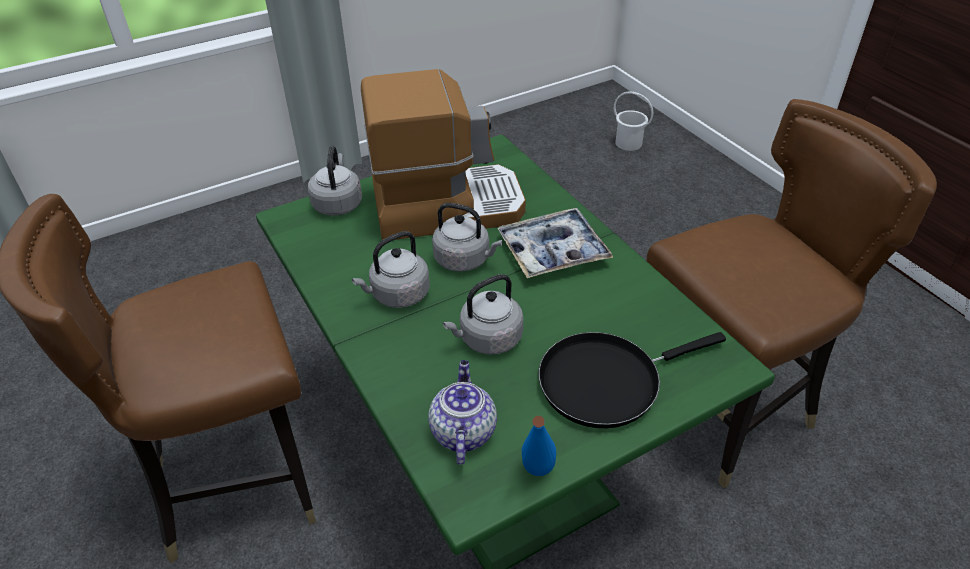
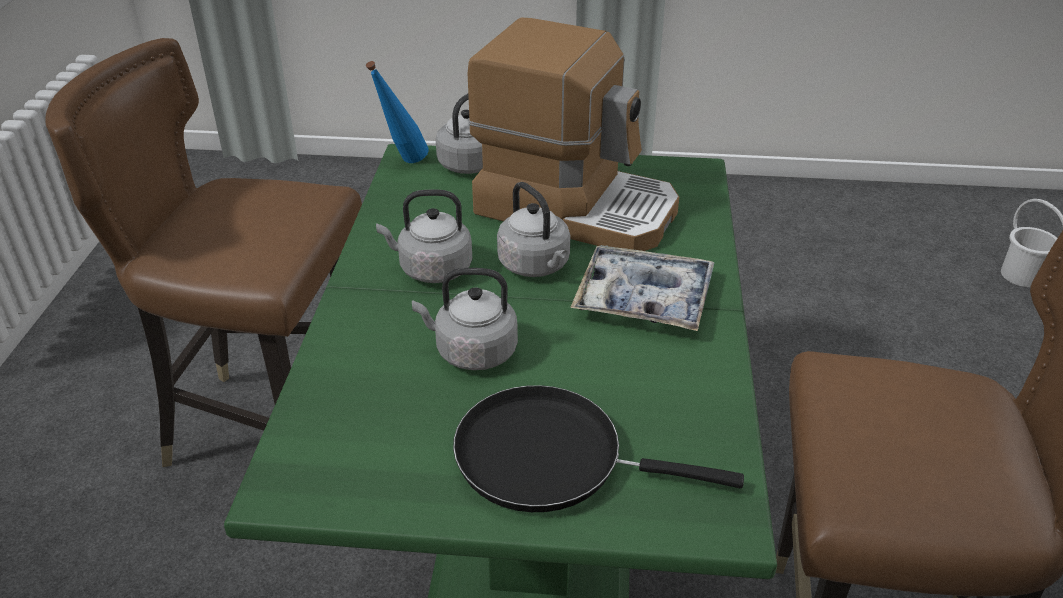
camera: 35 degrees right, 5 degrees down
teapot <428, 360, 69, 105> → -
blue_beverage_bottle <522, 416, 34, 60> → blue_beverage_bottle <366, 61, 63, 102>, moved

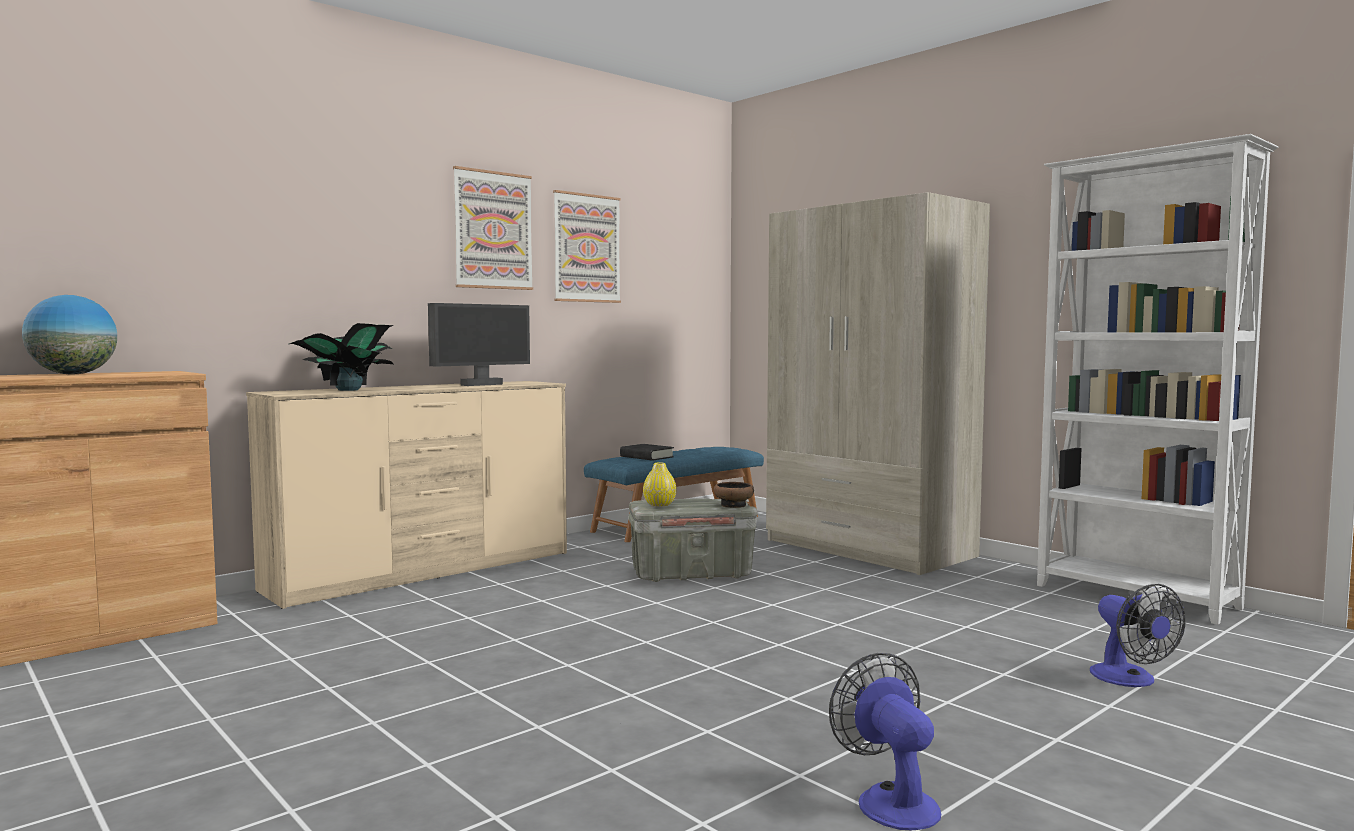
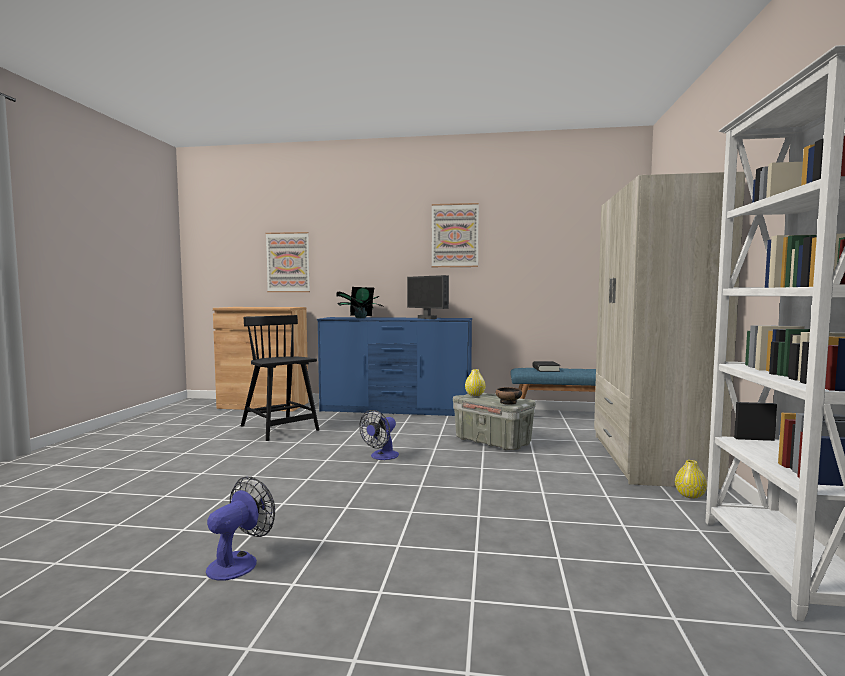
camera: 50 degrees right, 0 degrees up
wall_picture <553, 190, 68, 113> → wall_picture <266, 232, 44, 60>, moved
world_globe <22, 295, 95, 80> → -
computer_display <428, 303, 102, 83> → computer_display <407, 275, 42, 44>, 45 degrees clockwise
beige_dresser <246, 381, 321, 228> → blue_dresser <317, 317, 155, 99>
electric_fan <1090, 584, 96, 103> → electric_fan <359, 410, 40, 50>, moved
- → black-coloured_chair <241, 315, 78, 126>
- → yellowish_decorative_vase <675, 460, 32, 39>

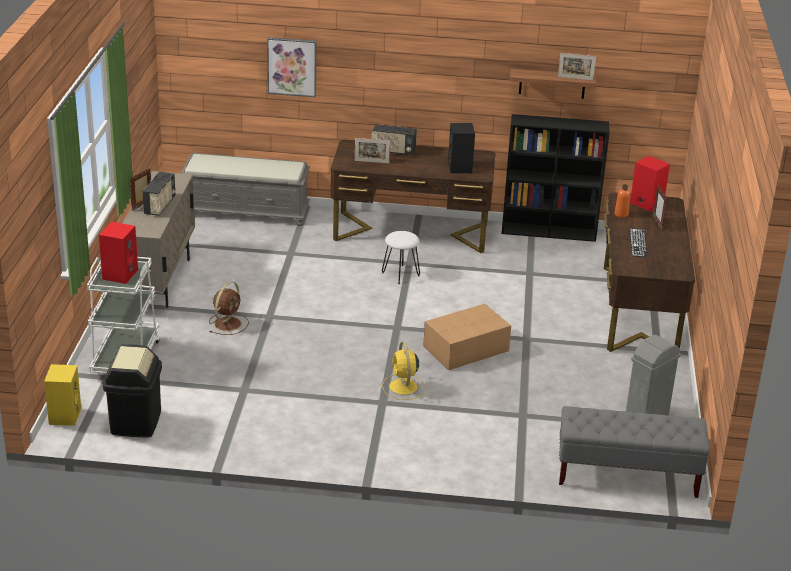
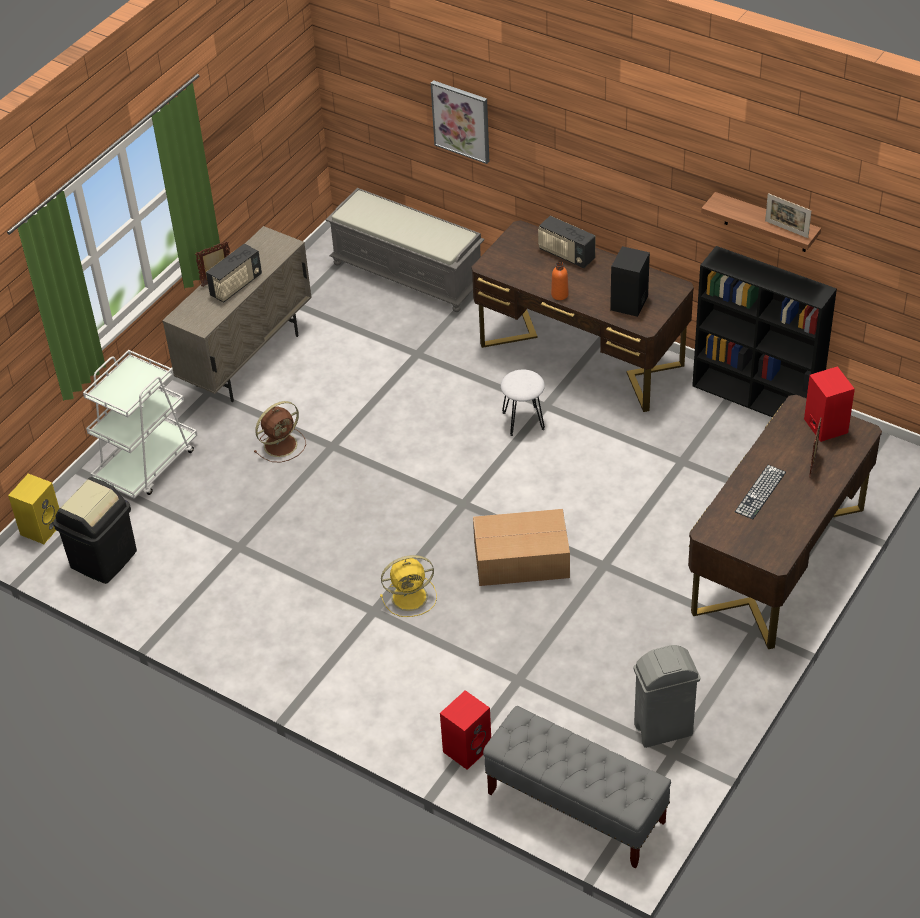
camera: 30 degrees right, 15 degrees up
photo_frame <355, 138, 35, 25> → -
orangey_beverage_bottle <615, 184, 15, 34> → orangey_beverage_bottle <551, 262, 18, 38>, moved
reddish_speaker <99, 222, 39, 62> → reddish_speaker <440, 690, 51, 80>, moved
yellowish_electric_fan <382, 342, 44, 58> → yellowish_electric_fan <380, 555, 57, 62>, 120 degrees counterclockwise

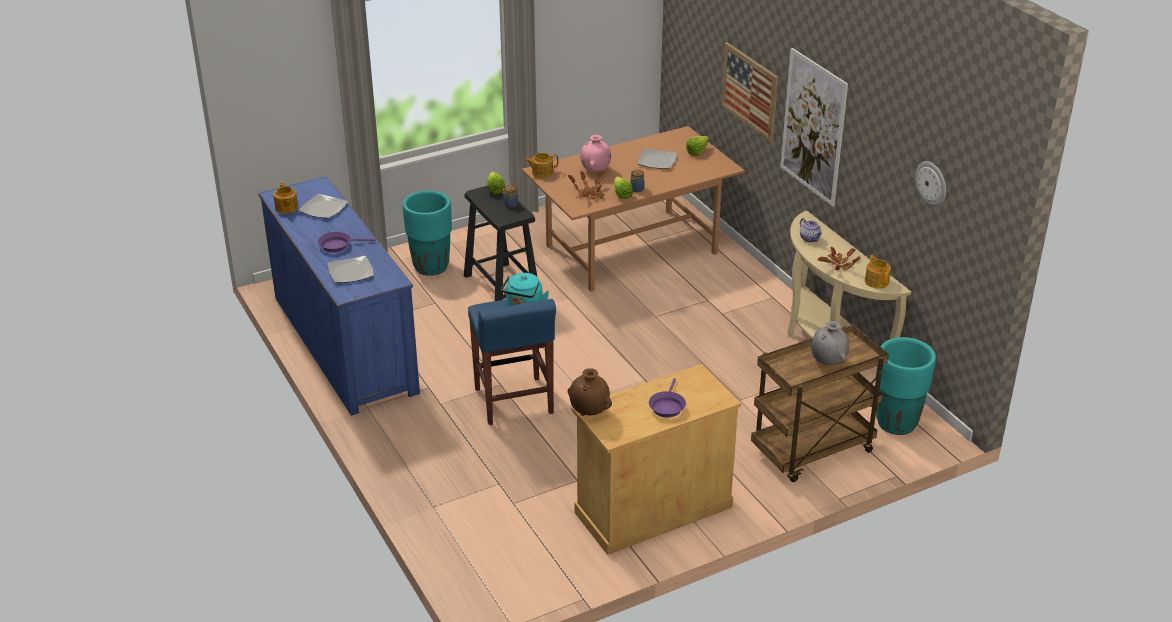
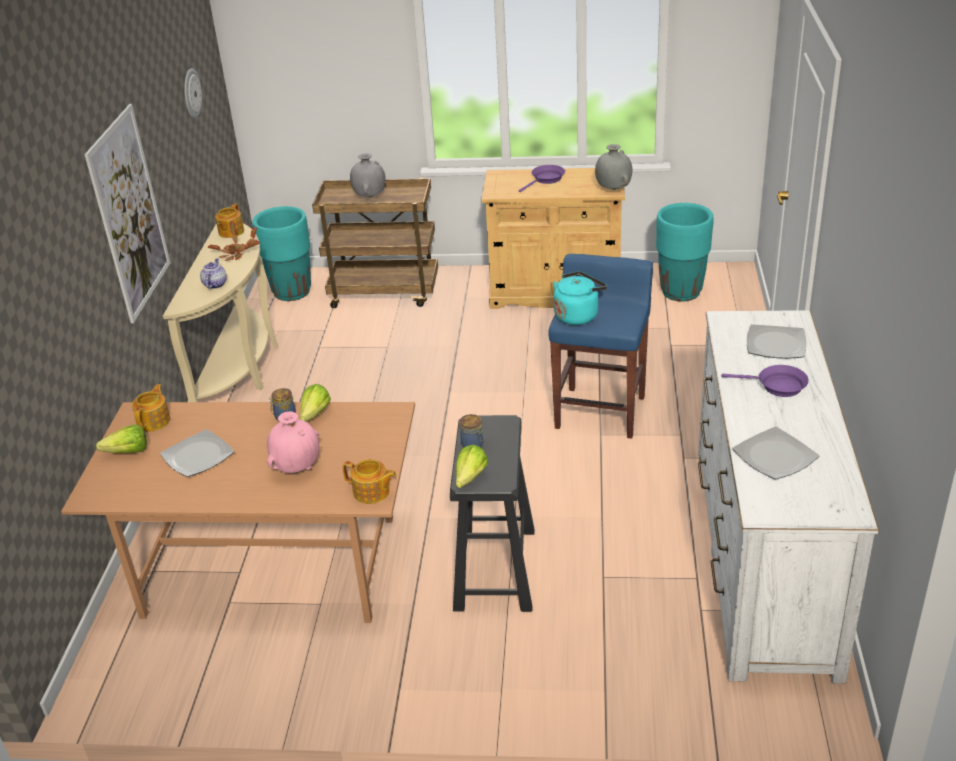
camera: 145 degrees left, 0 degrees up
wall_picture <721, 42, 57, 101> → -
houseplant <568, 171, 36, 29> → -
blue_dresser <258, 176, 162, 240> → white_dresser <698, 310, 181, 374>
teapot <273, 183, 25, 31> → teapot <132, 384, 38, 48>, moved
turquoise-coloured_plant_pot <403, 190, 49, 86> → turquoise-coloured_plant_pot <656, 203, 58, 99>, moved
brownish_decorative_vase <568, 368, 44, 48> → greyish_decorative_vase <595, 144, 37, 46>

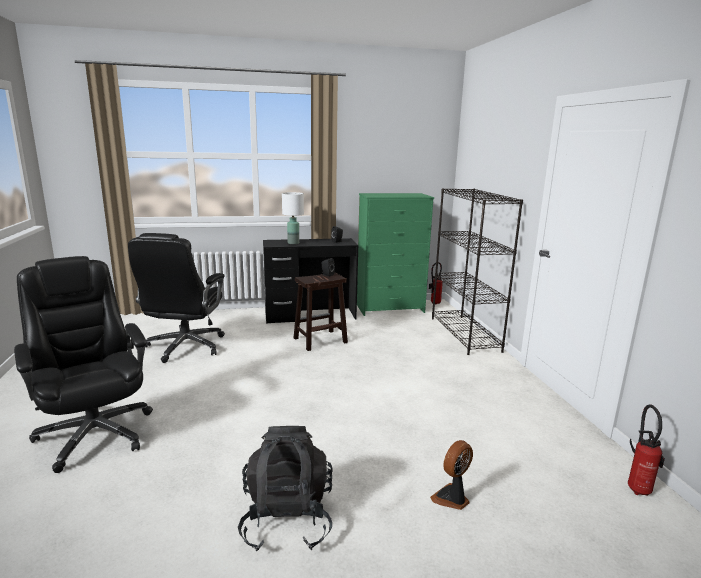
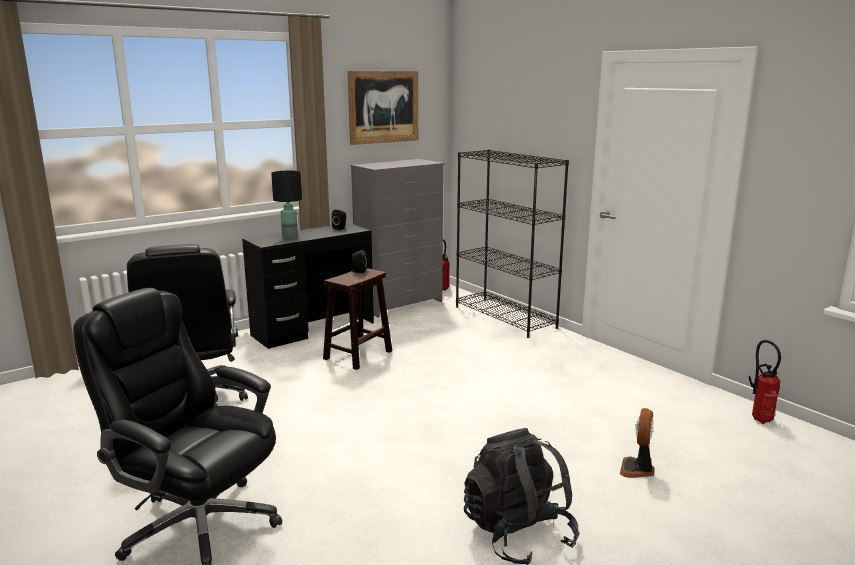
camera: 25 degrees left, 0 degrees up
white_lamp_for_a_table <282, 192, 22, 52> → black-coloured_lamp_for_a_table <271, 171, 31, 68>
green-coloured_dresser <357, 193, 77, 123> → greyish_dresser <351, 159, 93, 159>
- → wall_picture <348, 71, 70, 74>

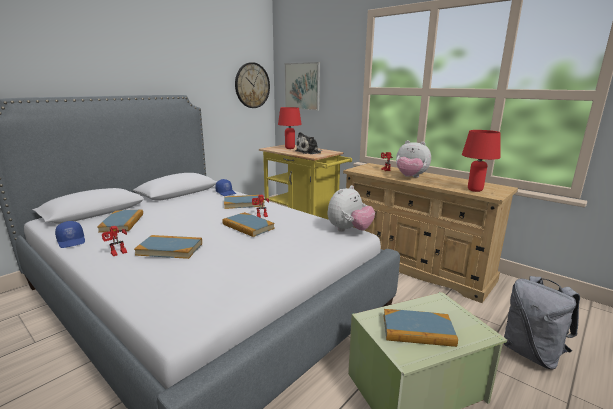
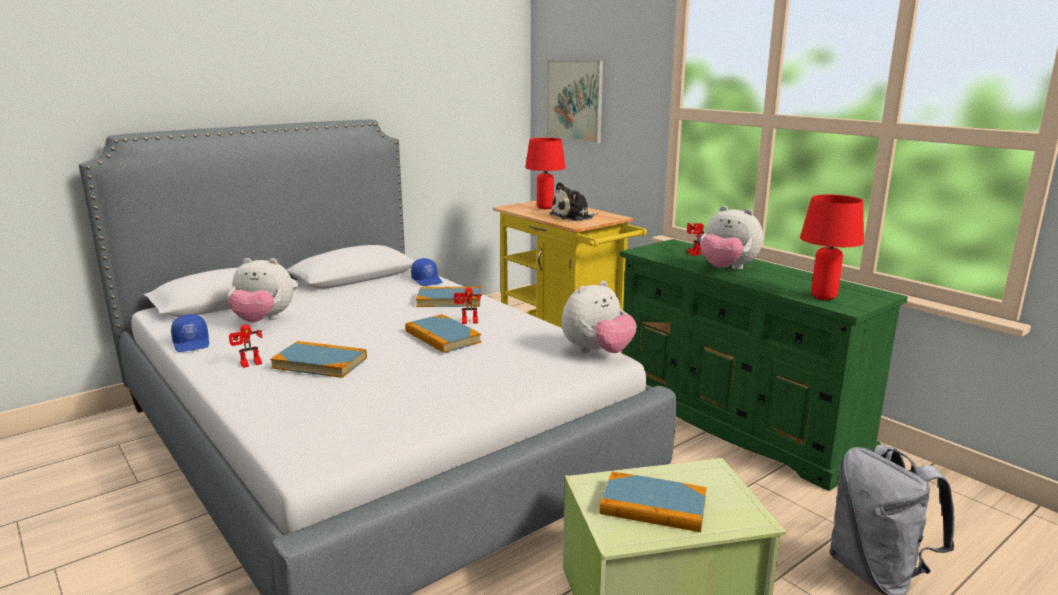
camera: 10 degrees right, 0 degrees up
hanging_clock <235, 62, 35, 46> → -
beige_dresser <343, 163, 175, 140> → green-coloured_dresser <620, 239, 288, 252>
volume <97, 209, 46, 24> → soft_toy <228, 258, 65, 64>

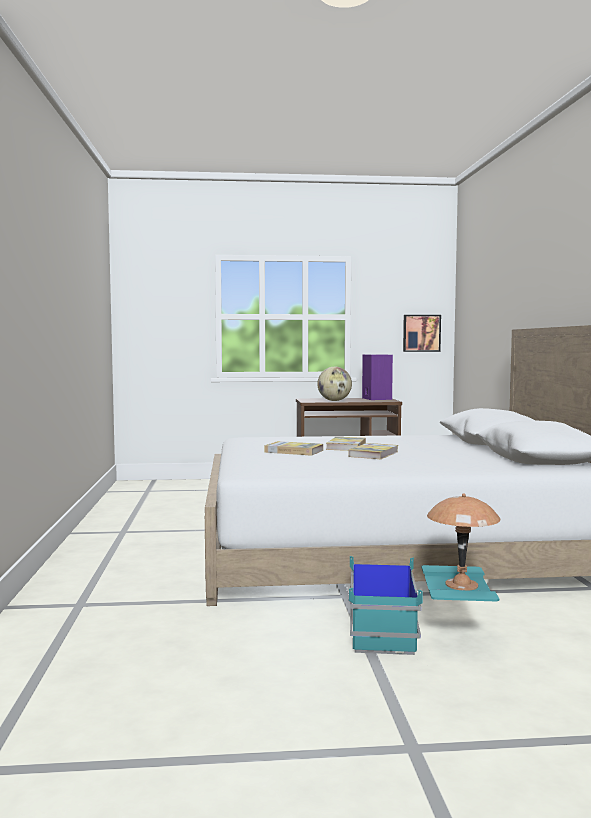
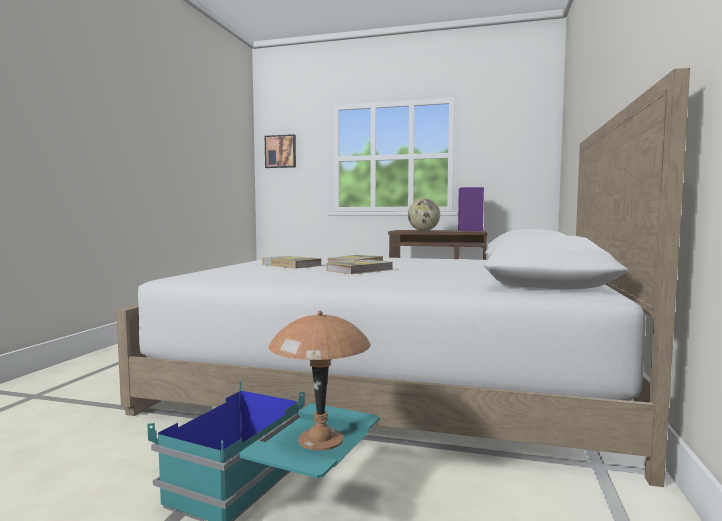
camera: 20 degrees right, 0 degrees up
wall_picture <403, 315, 38, 37> → wall_picture <265, 134, 31, 34>, moved

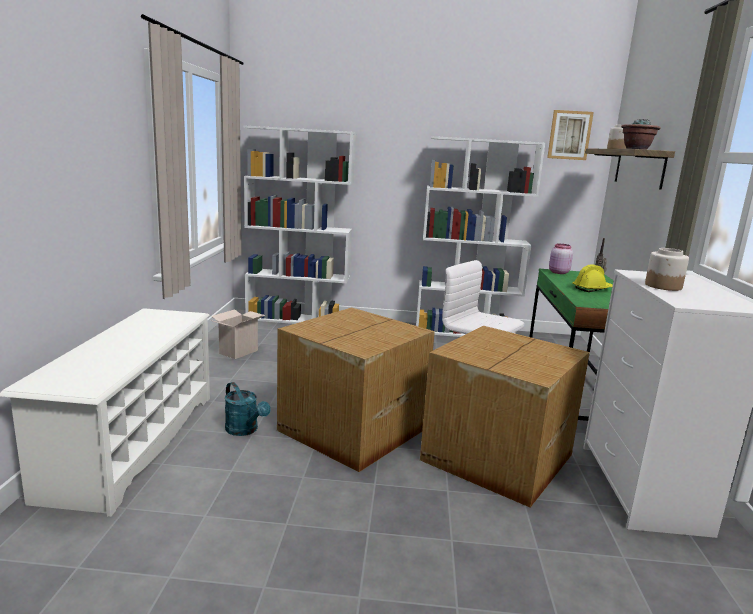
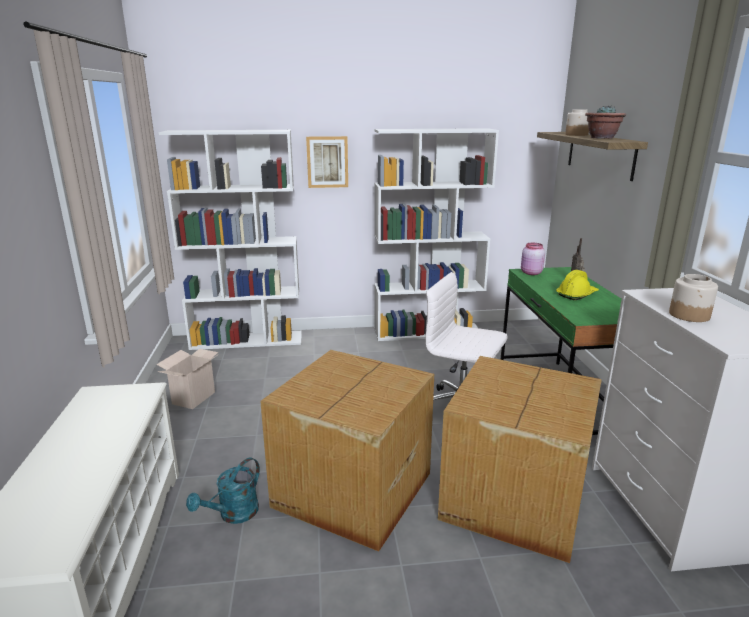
camera: 10 degrees left, 5 degrees up
wall_picture <547, 110, 47, 50> → wall_picture <306, 136, 42, 52>, moved
turquoise-coloured_watering_can <225, 382, 46, 54> → turquoise-coloured_watering_can <186, 458, 74, 66>, 90 degrees clockwise

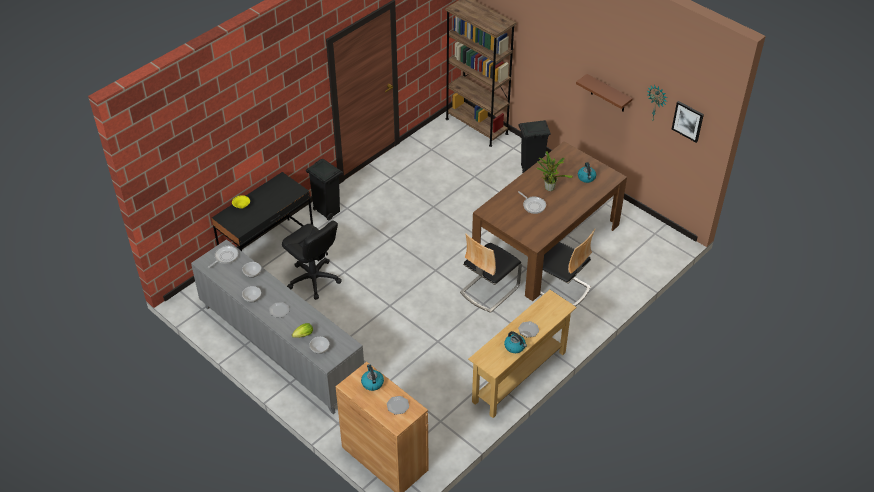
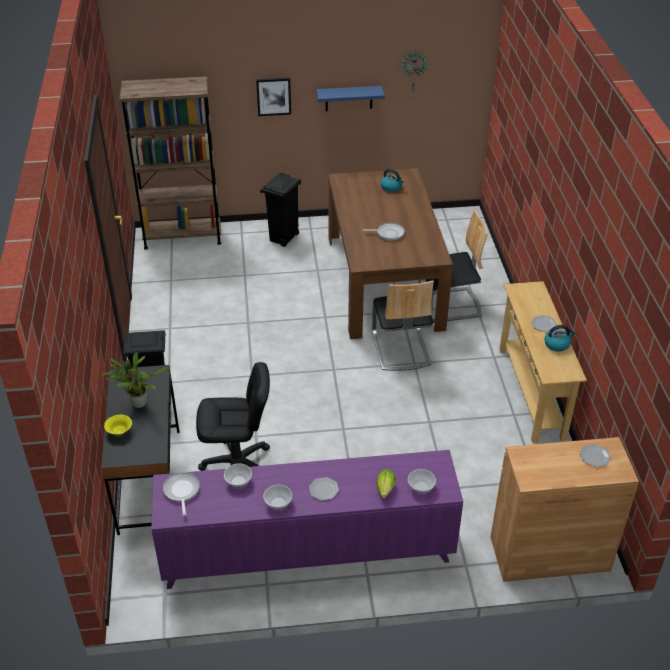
camera: 50 degrees left, 5 degrees down
brownish_wall_shelf <576, 74, 57, 38> → blue_wall_shelf <316, 86, 69, 25>
wall_picture <672, 101, 32, 42> → wall_picture <256, 77, 35, 39>, moved
houseplant <537, 151, 36, 40> → houseplant <101, 352, 66, 56>, moved
greyish_cabinet <191, 239, 173, 175> → purple-coloured_cabinet <151, 450, 312, 139>
kettle <361, 364, 23, 27> → -

